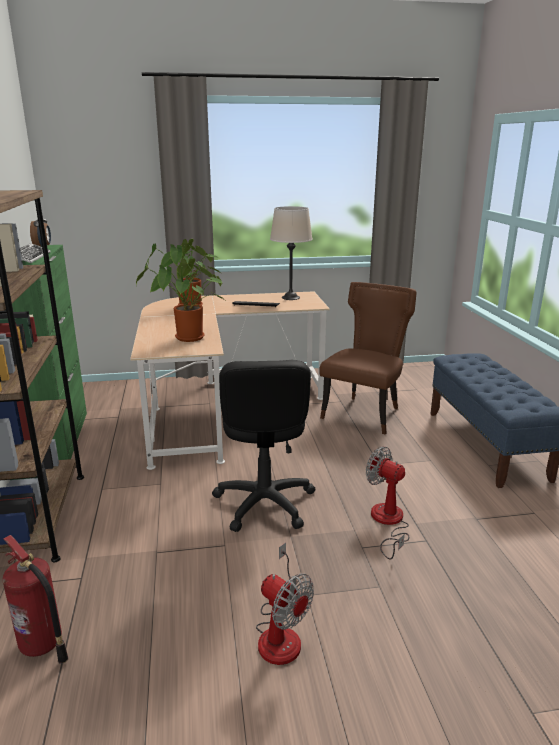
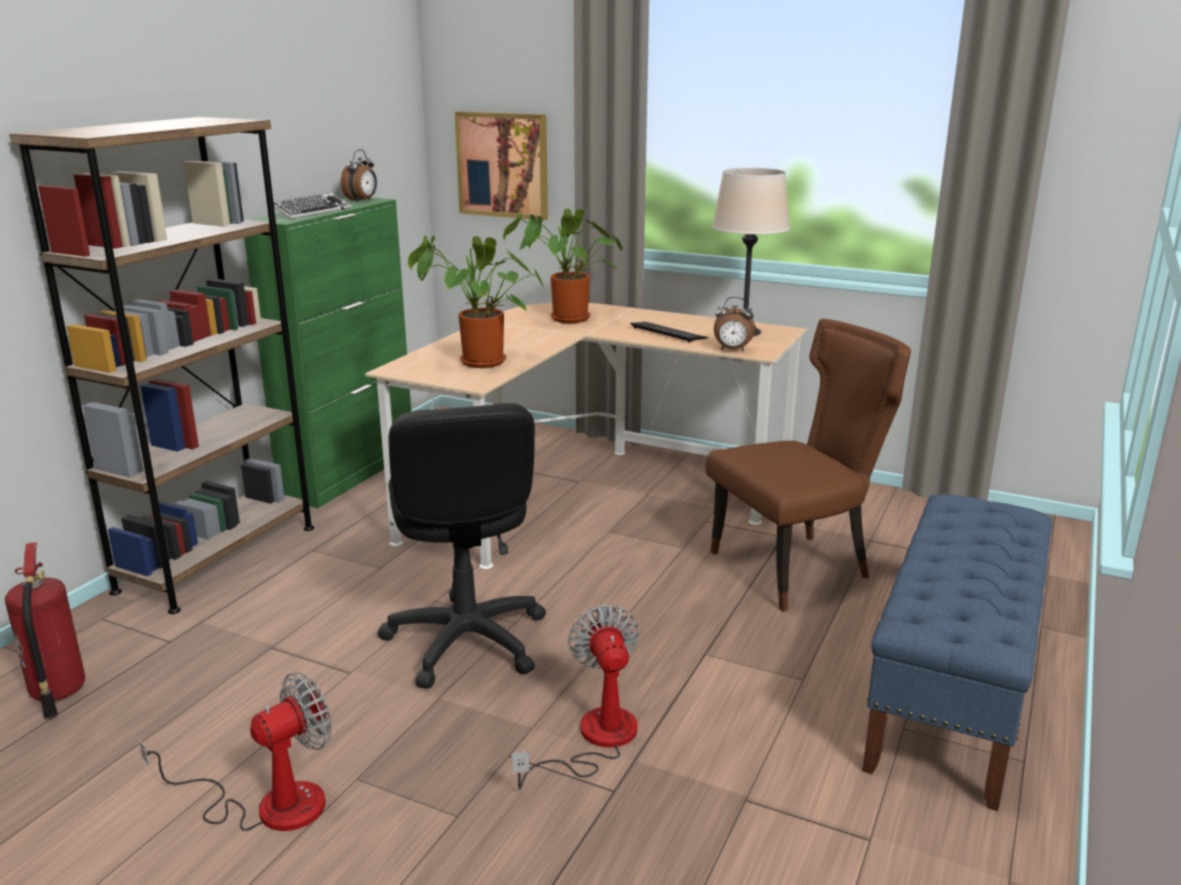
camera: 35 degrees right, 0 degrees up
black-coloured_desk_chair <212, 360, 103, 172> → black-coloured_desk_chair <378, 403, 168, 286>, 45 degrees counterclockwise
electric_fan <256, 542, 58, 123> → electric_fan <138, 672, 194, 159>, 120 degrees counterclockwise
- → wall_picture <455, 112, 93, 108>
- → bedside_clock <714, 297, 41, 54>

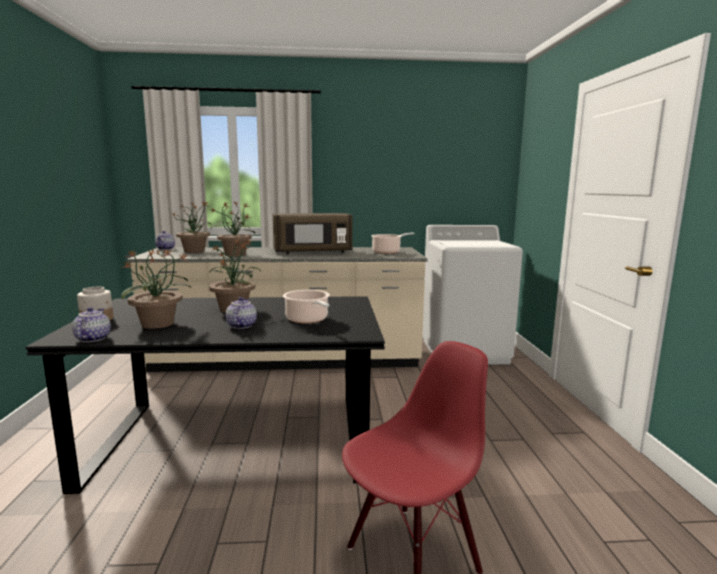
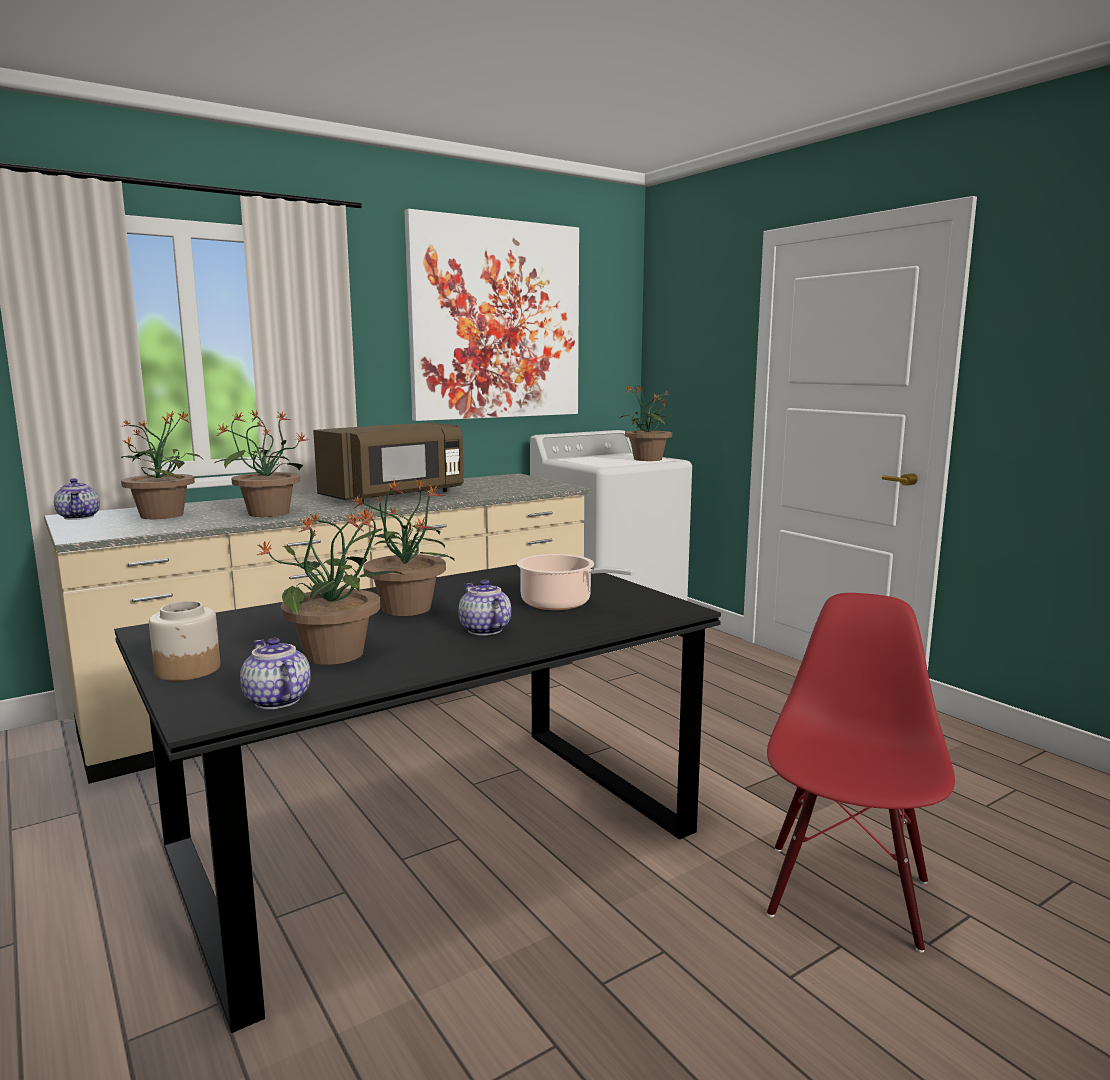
camera: 30 degrees left, 0 degrees up
saucepot <371, 233, 44, 21> → -
- → wall_picture <404, 209, 175, 212>
- → houseplant <619, 385, 53, 76>

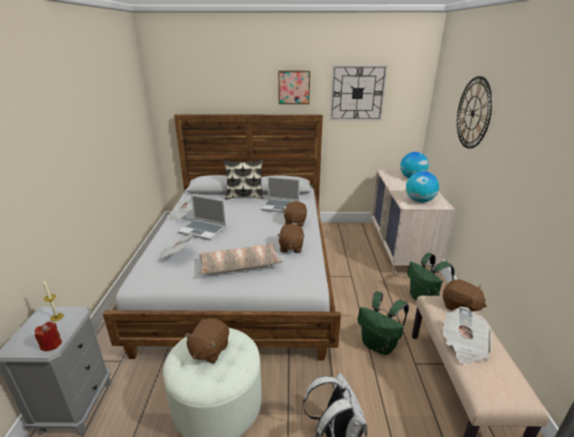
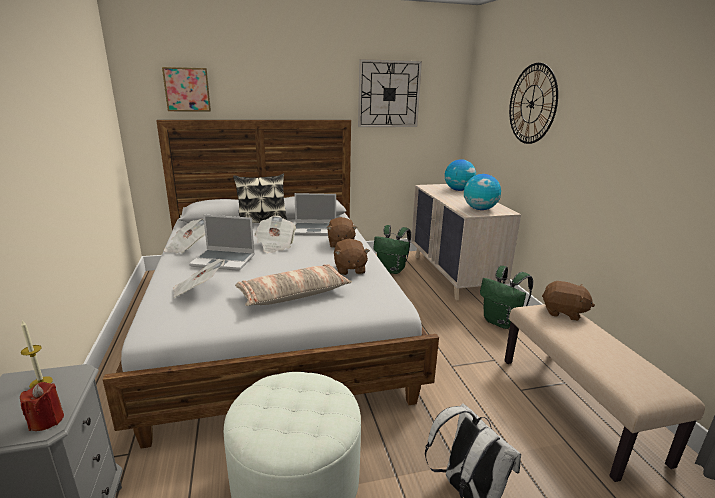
camera: 15 degrees left, 5 degrees down
wall_picture <278, 71, 32, 33> → wall_picture <162, 67, 49, 45>, moved
green-coloured_knapsack <357, 291, 52, 64> → green-coloured_knapsack <374, 225, 37, 49>, moved
daily_paper <441, 307, 51, 57> → daily_paper <255, 216, 41, 37>, moved
brownish_soft_toy <184, 318, 45, 45> → -

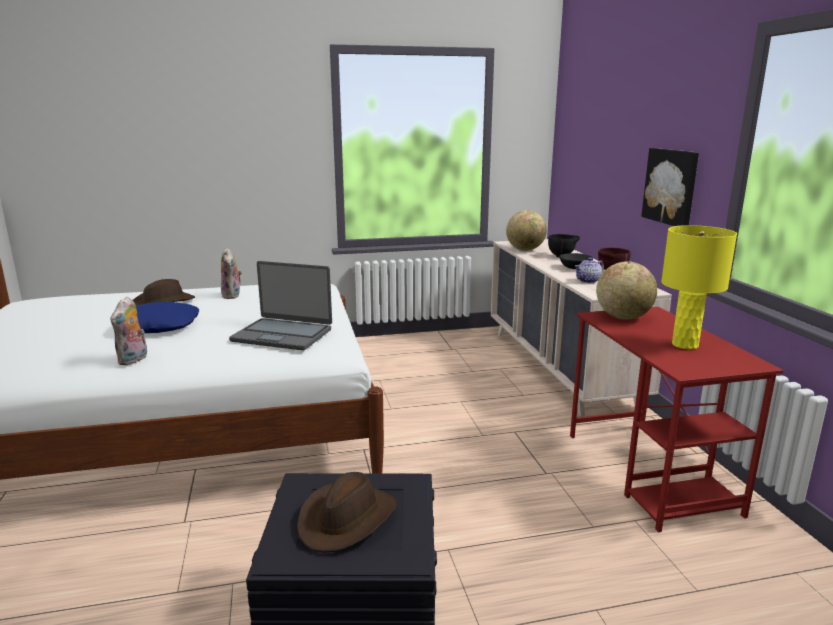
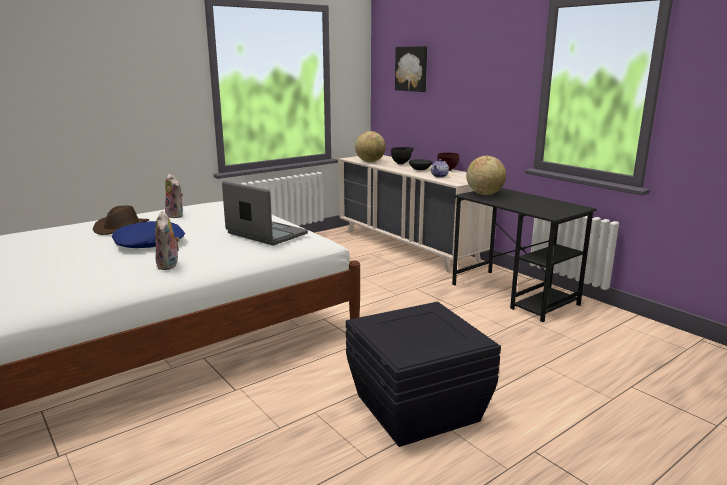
camera: 25 degrees left, 0 degrees up
wall_picture <641, 148, 58, 78> → wall_picture <395, 46, 32, 46>, moved
yellowish_lamp_for_a_table <661, 225, 76, 125> → -
notebook_computer <229, 261, 103, 90> → notebook_computer <222, 181, 86, 64>, 135 degrees counterclockwise
reddish_desk <570, 307, 214, 225> → black-coloured_desk <452, 188, 145, 134>
brownish_clothing_hat <297, 472, 100, 81> → -

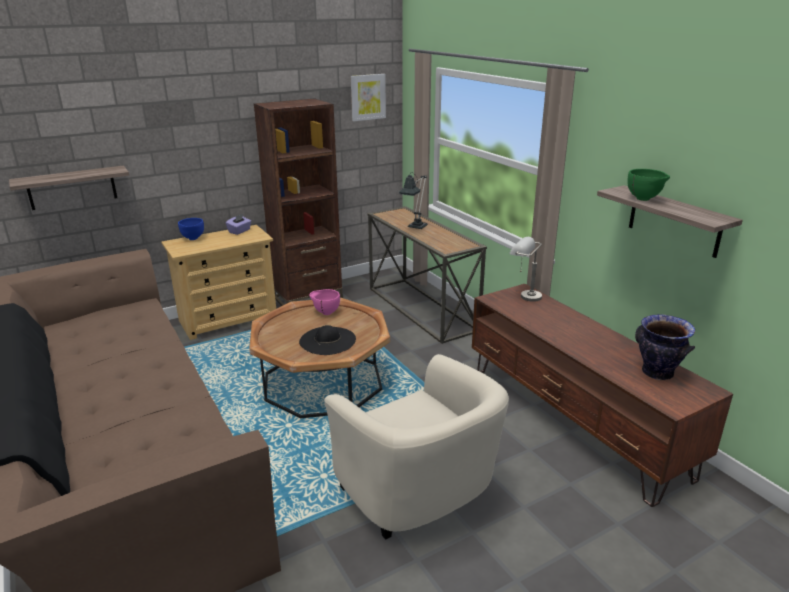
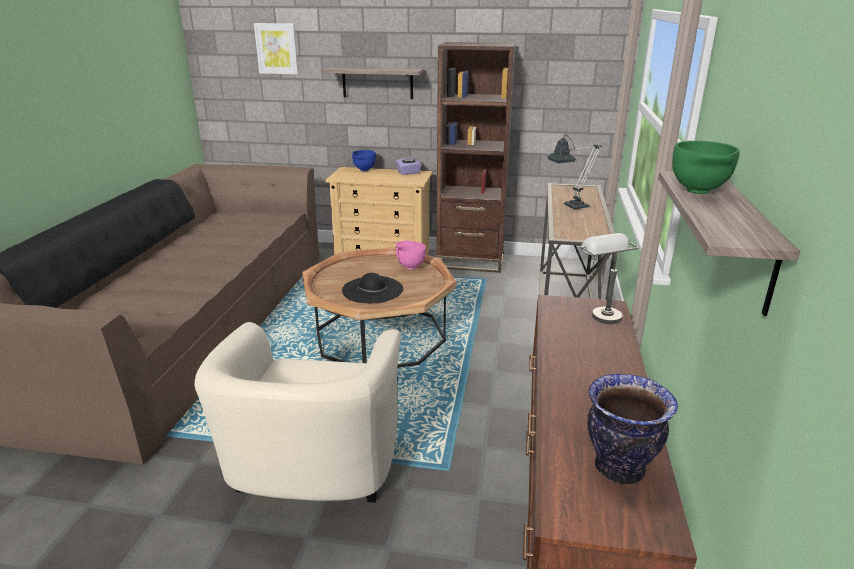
camera: 40 degrees right, 0 degrees up
wall_picture <351, 74, 35, 47> → wall_picture <254, 23, 45, 51>, moved
wall_shelf <9, 166, 120, 44> → wall_shelf <323, 66, 101, 33>, moved

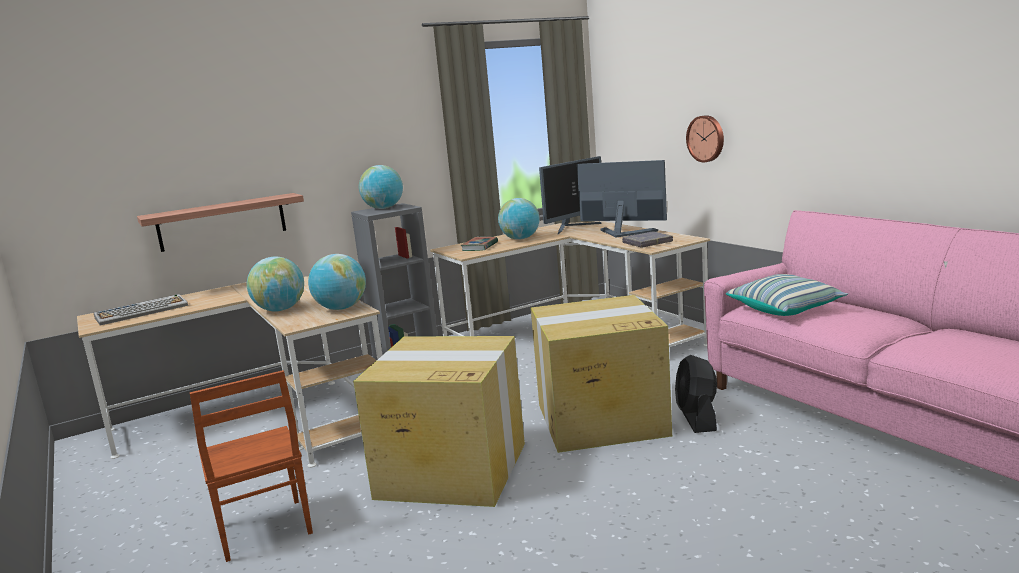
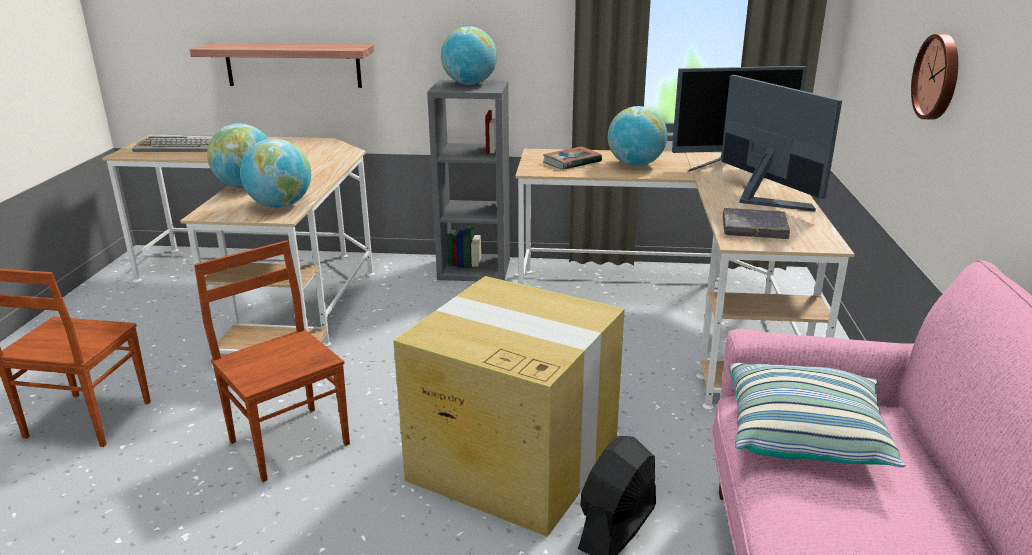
camera: 35 degrees right, 10 degrees up
packing_box <353, 336, 172, 171> → brownish_chair <194, 240, 156, 242>

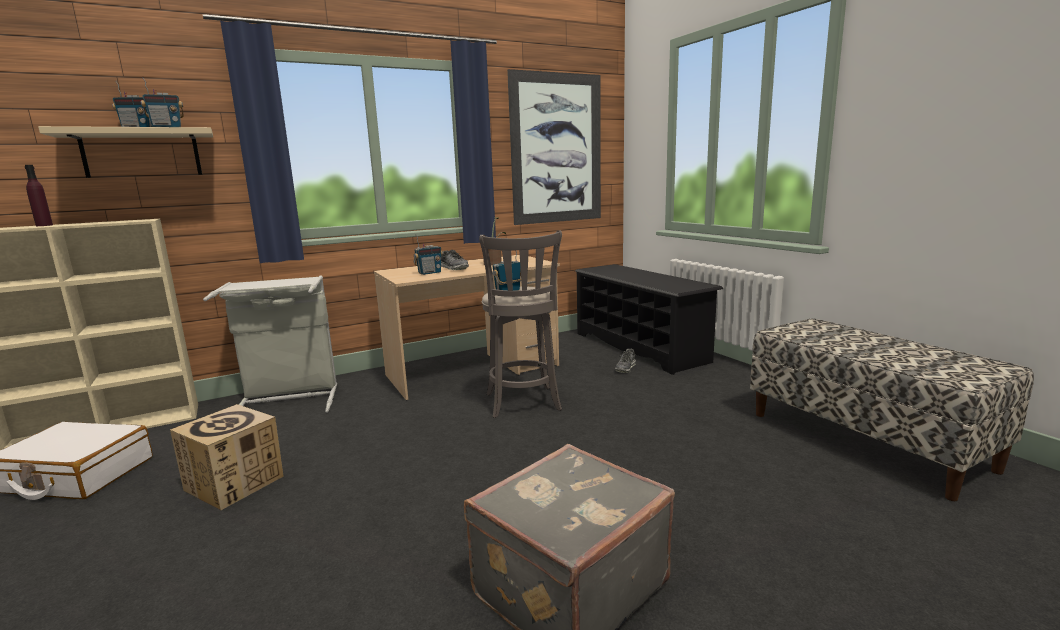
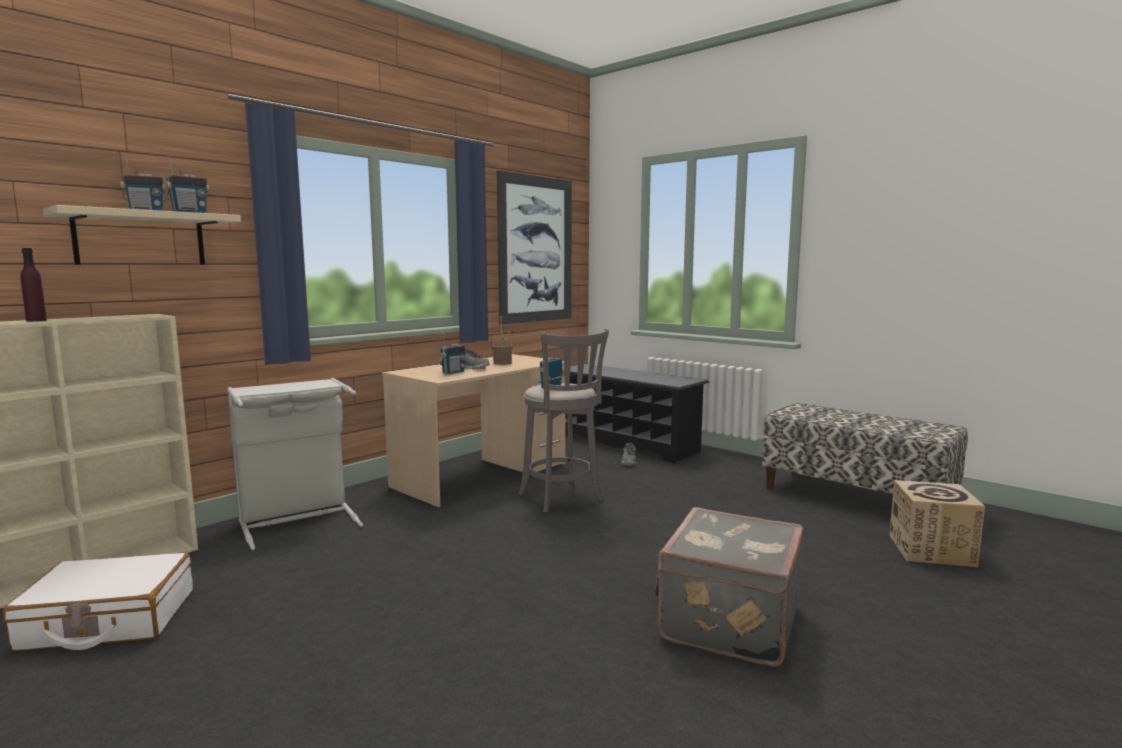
camera: 20 degrees left, 5 degrees down
packing_box <170, 404, 114, 106> → packing_box <889, 480, 96, 88>, moved

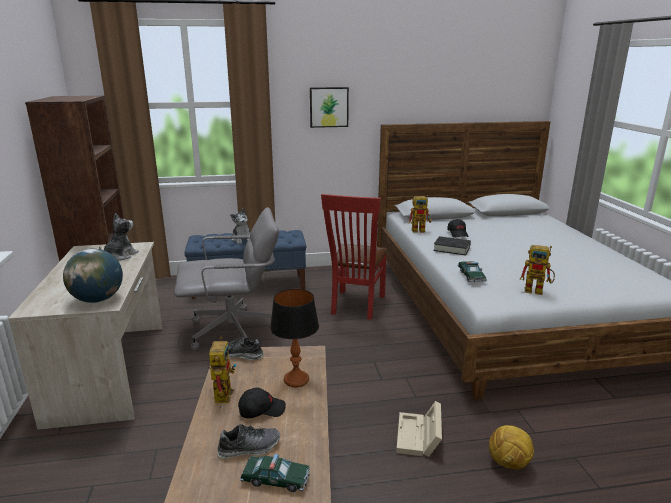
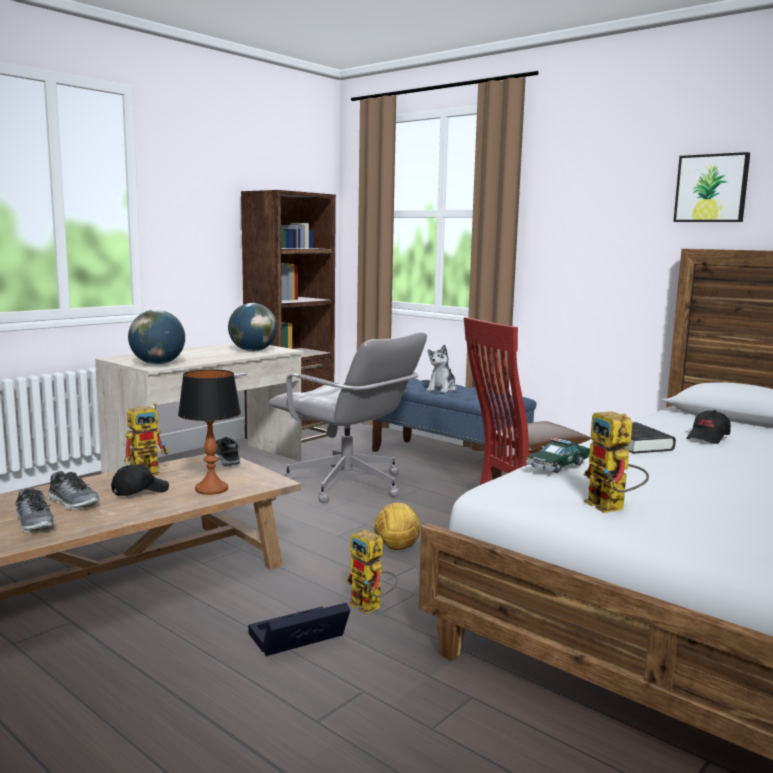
camera: 50 degrees right, 10 degrees down
wall_picture <310, 87, 39, 41> → wall_picture <673, 152, 77, 70>, moved
model_robot <408, 195, 23, 38> → model_robot <346, 529, 52, 85>, moved
soft_toy <99, 213, 40, 47> → world_globe <228, 303, 49, 49>
black-coloured_peaked_cap <238, 387, 48, 31> → black-coloured_peaked_cap <111, 465, 58, 31>, 75 degrees counterclockwise
beige_storage_box <396, 401, 46, 56> → black-coloured_storage_box <248, 603, 102, 53>
football <489, 425, 45, 44> → football <373, 503, 48, 47>, moved
model_car <240, 454, 70, 38> → shoe <16, 487, 39, 46>

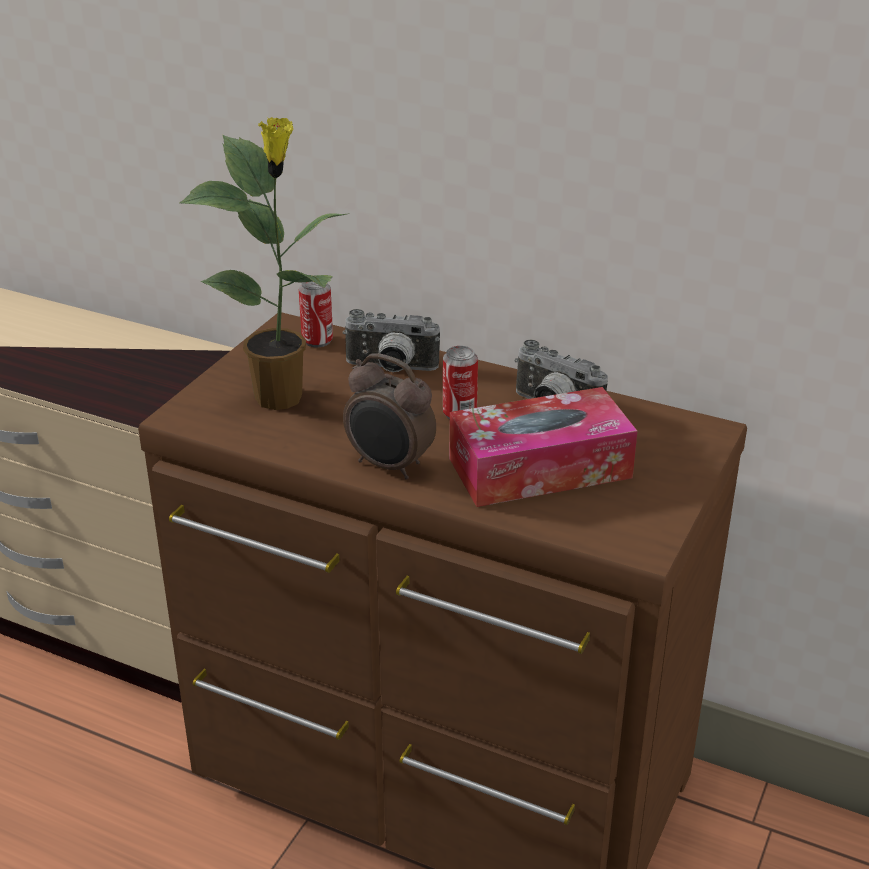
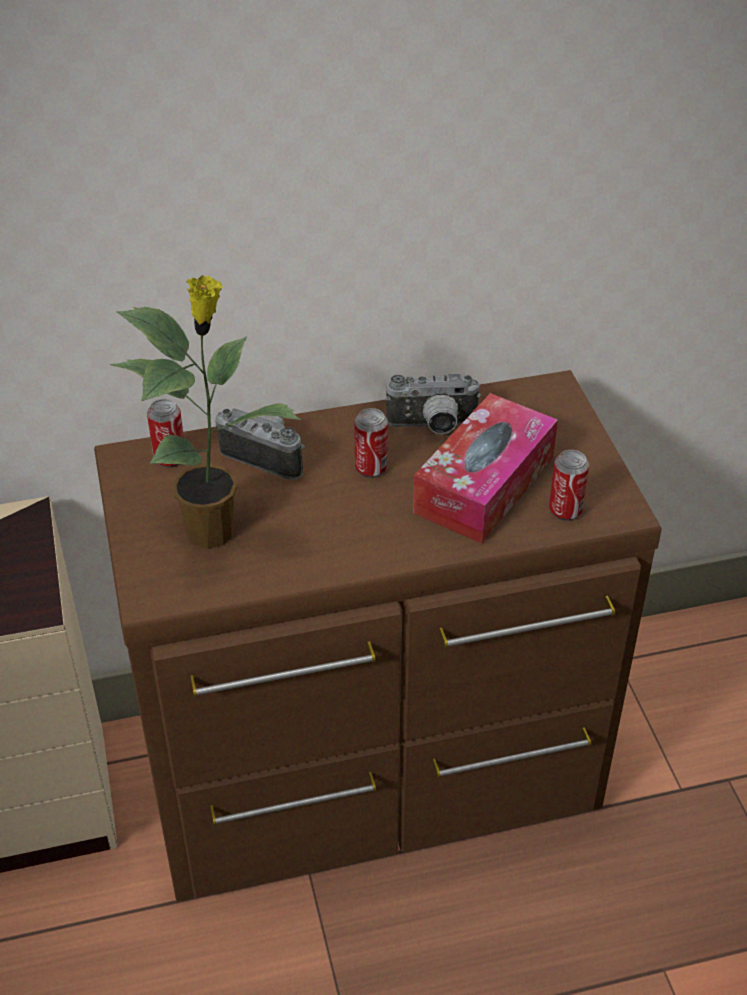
camera: 40 degrees left, 10 degrees up
photo_camera <343, 309, 97, 63> → photo_camera <215, 408, 90, 72>, 120 degrees counterclockwise
bedside_clock <343, 353, 93, 126> → -
- → sealed_can <549, 450, 40, 71>

